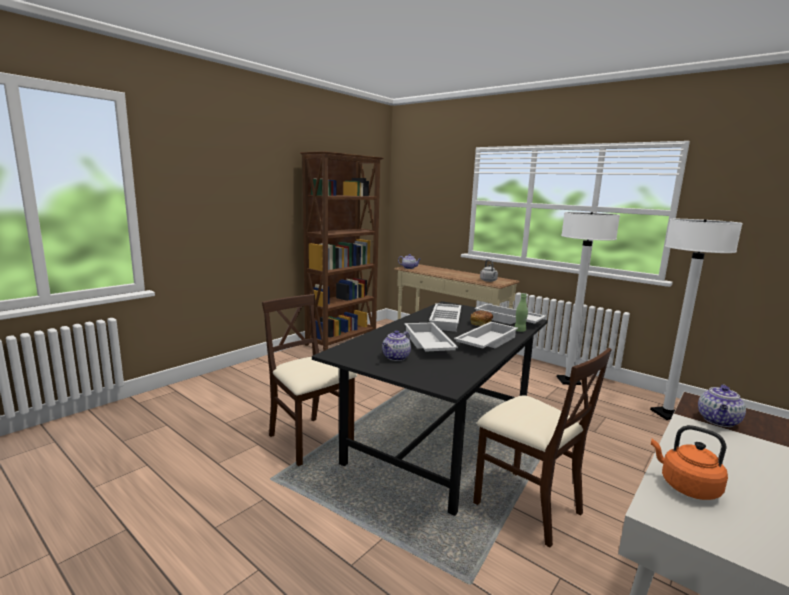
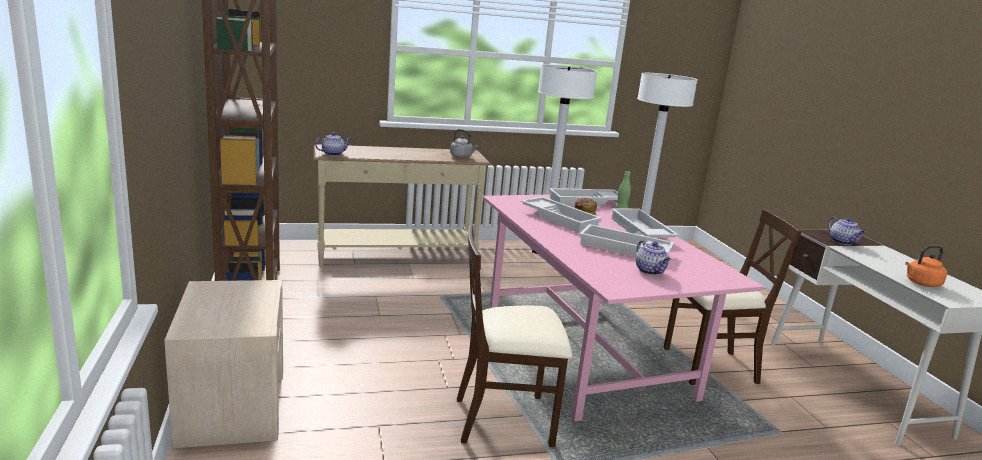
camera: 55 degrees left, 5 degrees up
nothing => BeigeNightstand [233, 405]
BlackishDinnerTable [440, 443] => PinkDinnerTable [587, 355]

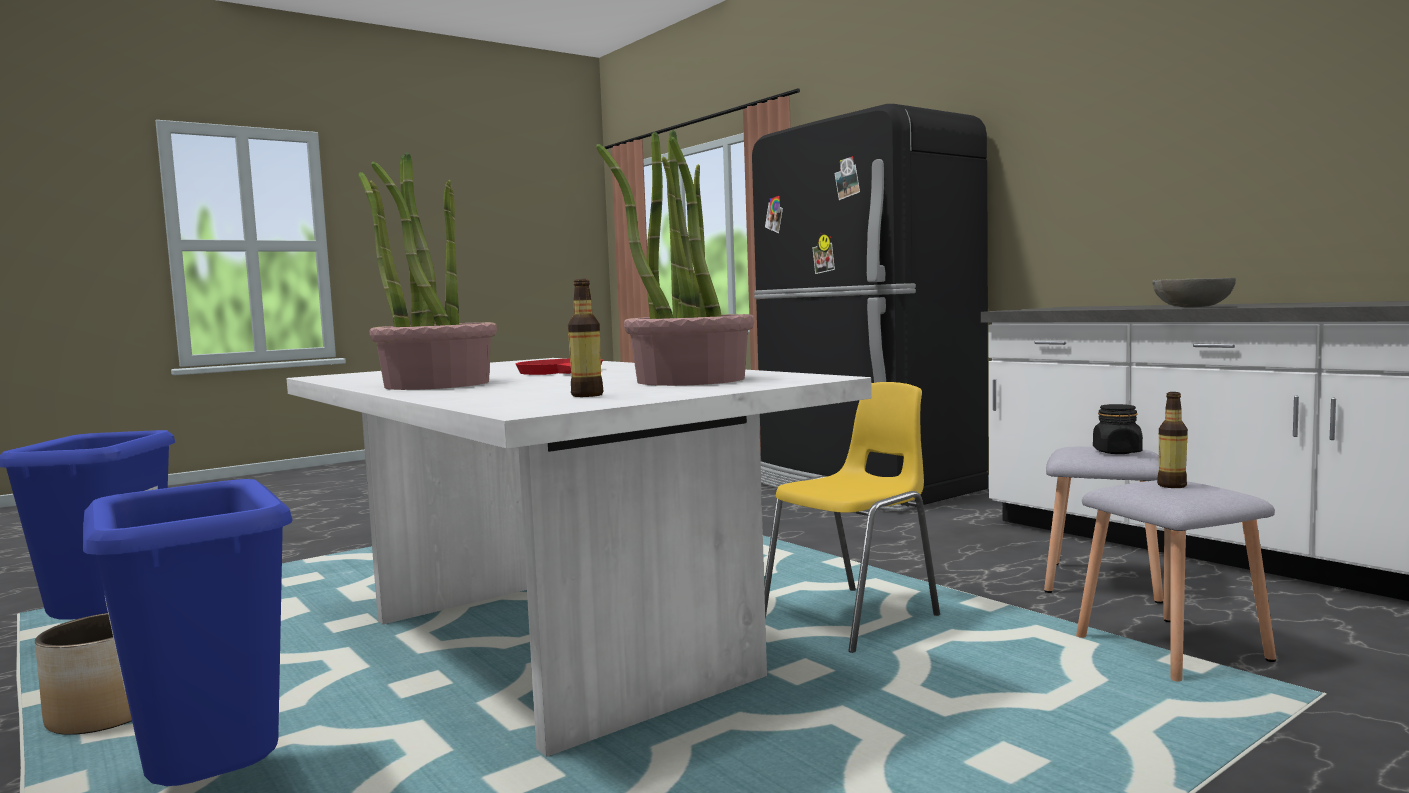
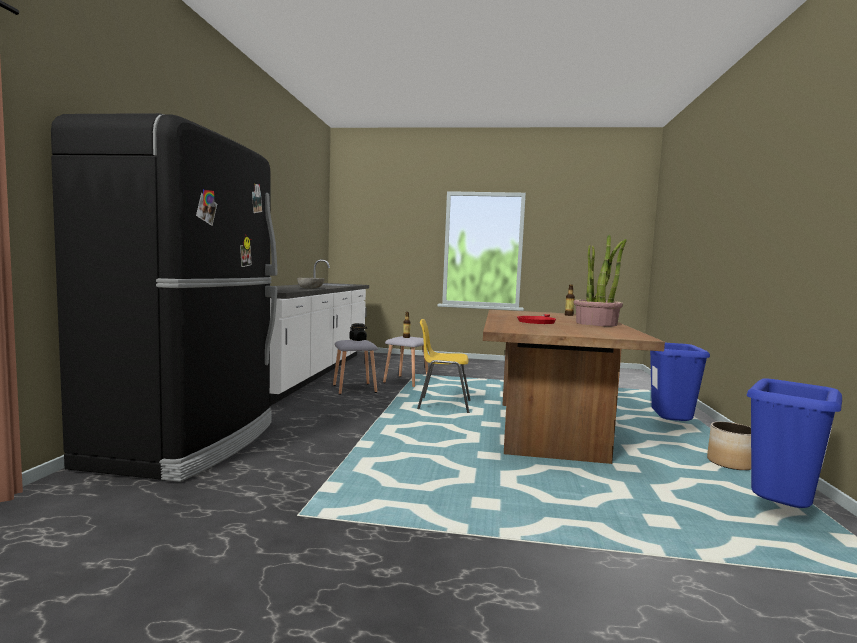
camera: 135 degrees left, 0 degrees up
PottedPlant [689, 380] => nothing
WhiteColouredDinnerTable [550, 648] => BrownishDinnerTable [548, 430]

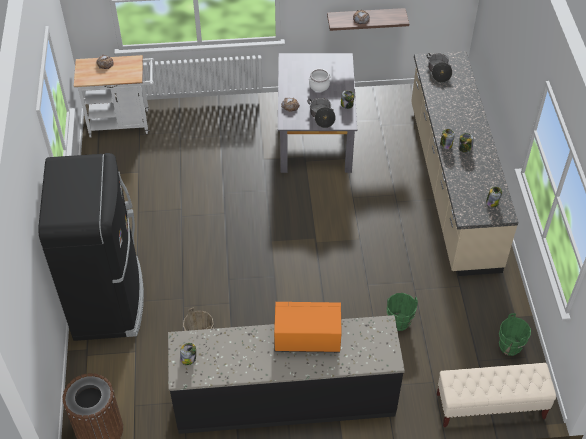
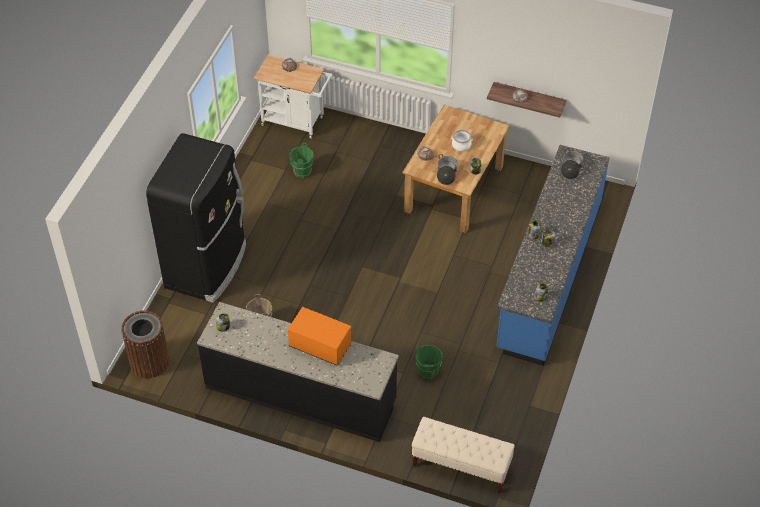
camera: 25 degrees right, 0 degrees up
GreenishPail [509, 347] => GreenishPail [302, 172], move
GreyDinnerTable [314, 134] => BrownishDinnerTable [454, 188]
BeigeCounter [452, 184] => BlueCounter [548, 275]

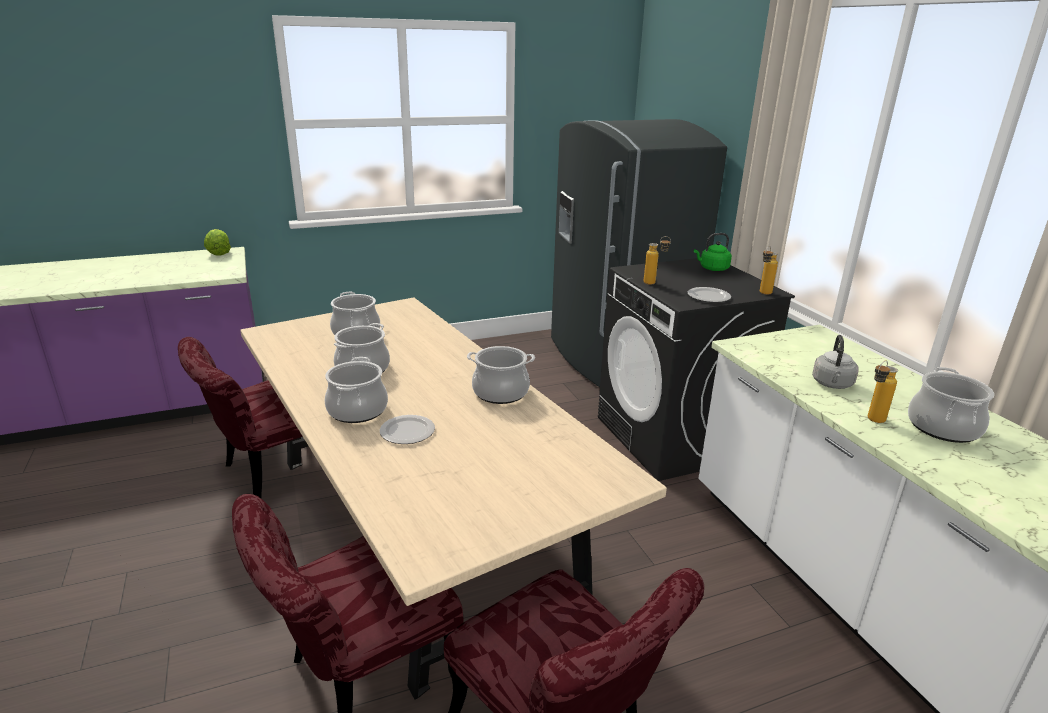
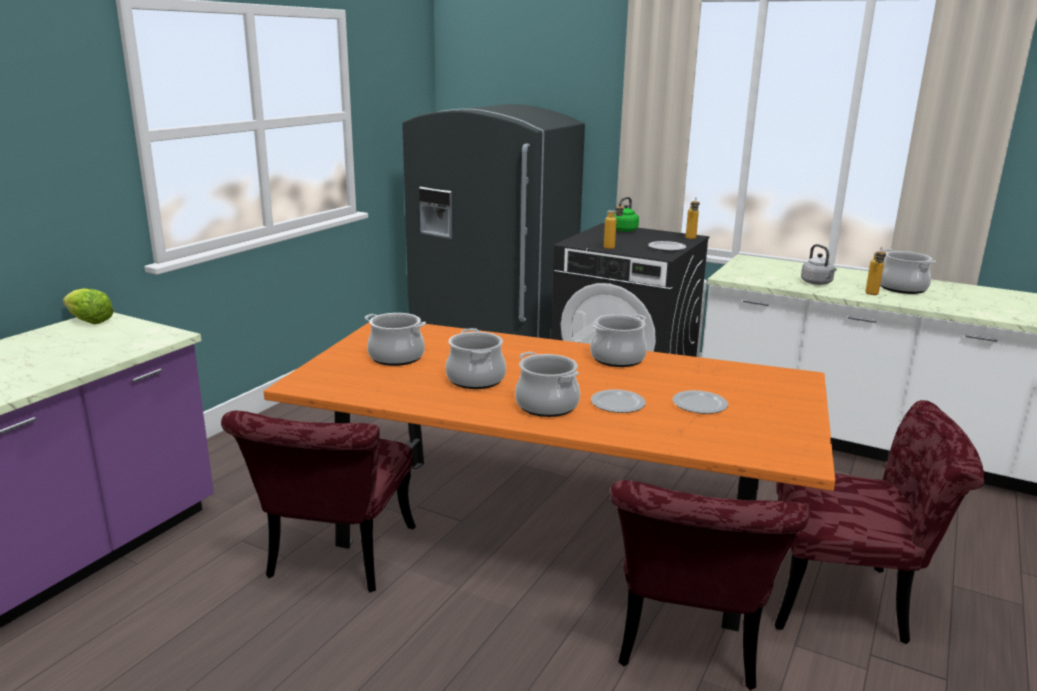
camera: 40 degrees left, 5 degrees down
nothing => Plate [699, 405]
BeigeDinnerTable [418, 528] => OrangeColouredDinnerTable [549, 533]

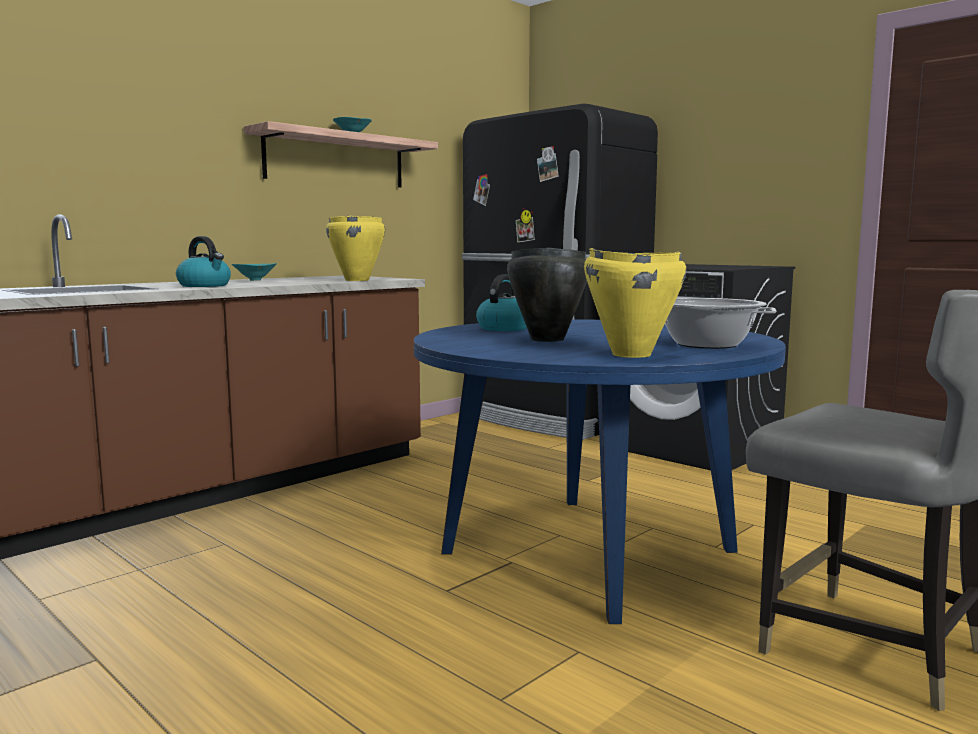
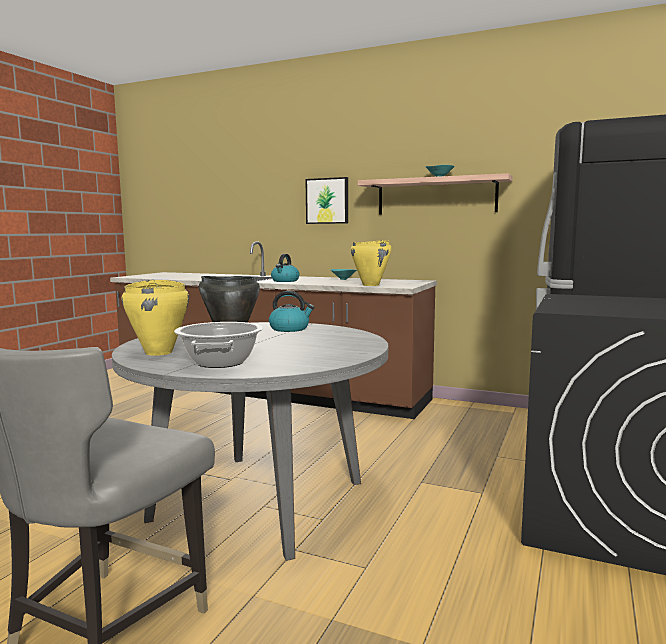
camera: 70 degrees right, 0 degrees up
nothing => WallPicture [327, 201]
BlueDinnerTable [589, 551] => GreyDinnerTable [259, 500]

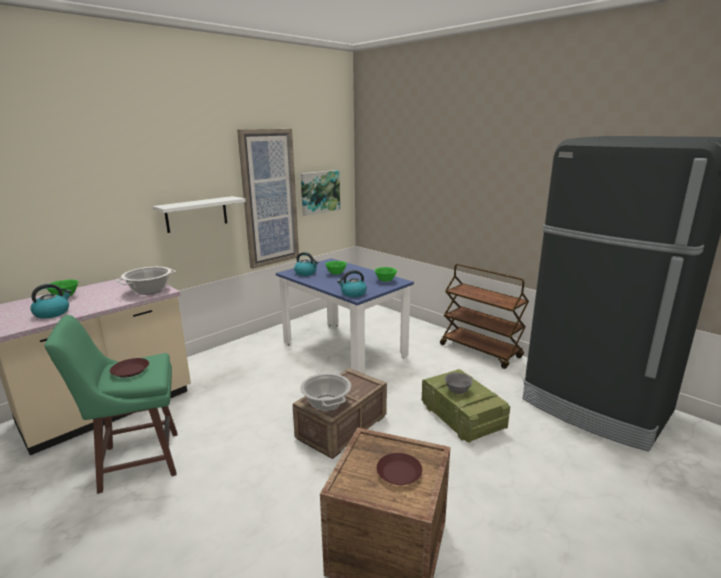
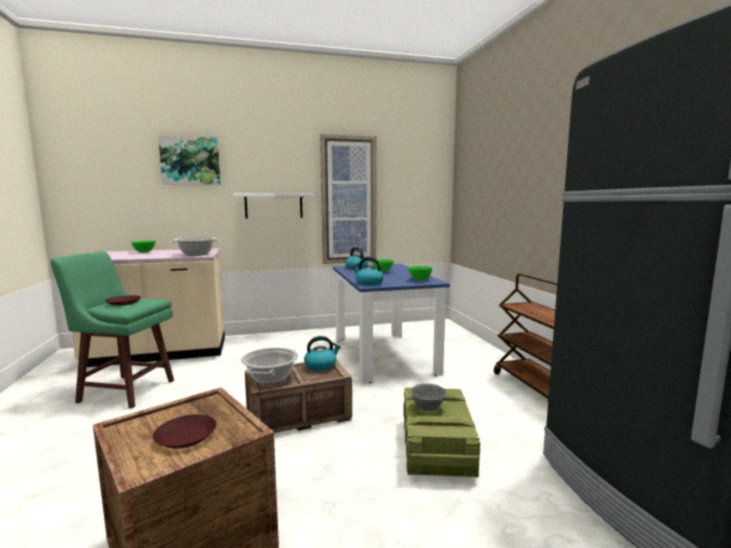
camera: 30 degrees right, 10 degrees down
TeaKettle [52, 313] => TeaKettle [321, 365], move
WallPicture [320, 192] => WallPicture [190, 161], move

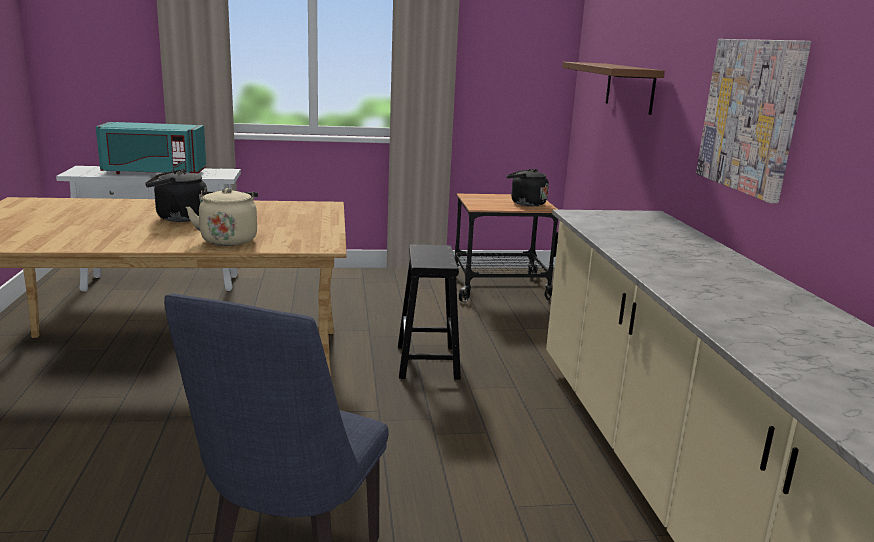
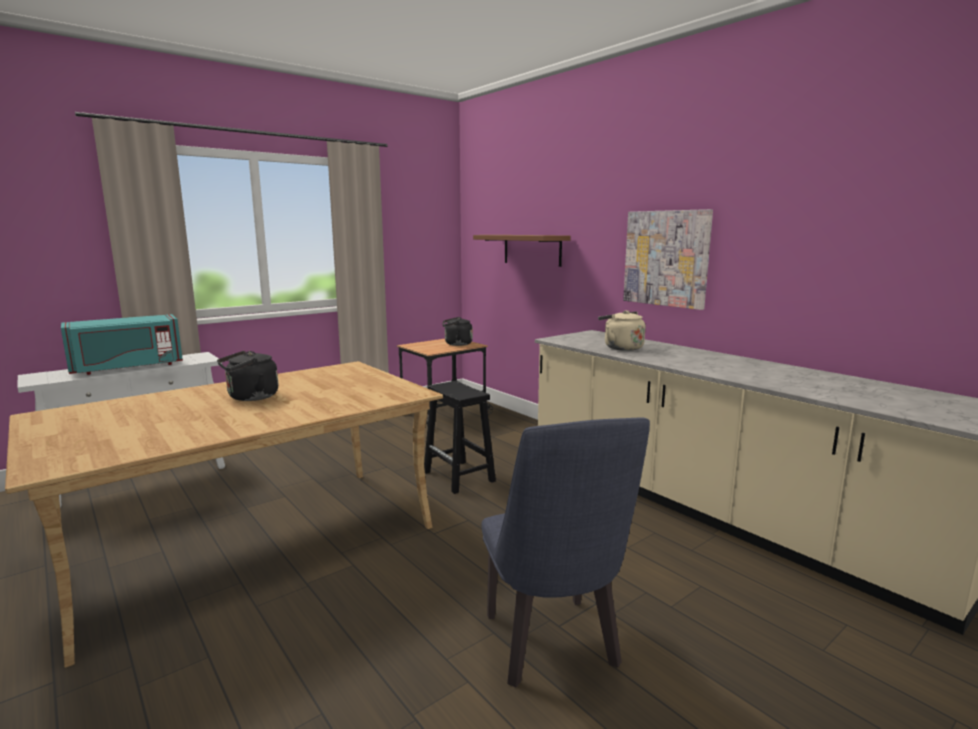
camera: 30 degrees left, 5 degrees down
BeigeTeaKettle [229, 240] => BeigeTeaKettle [621, 347], move

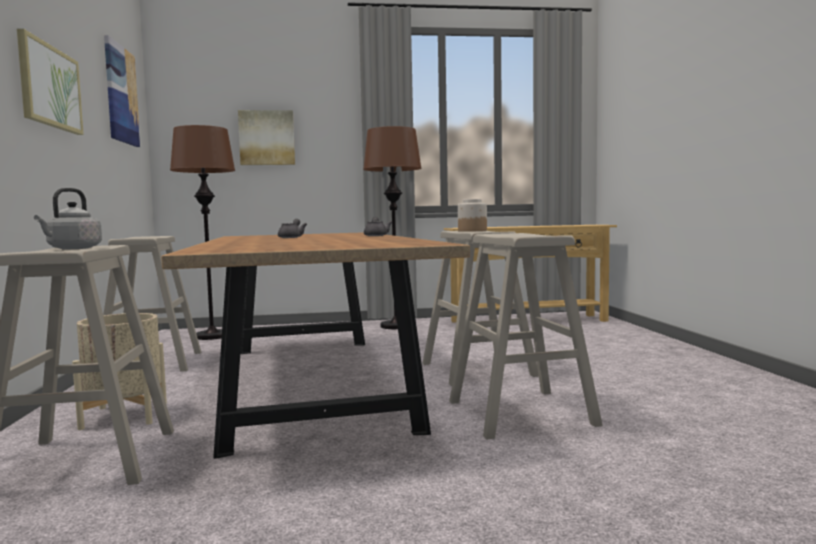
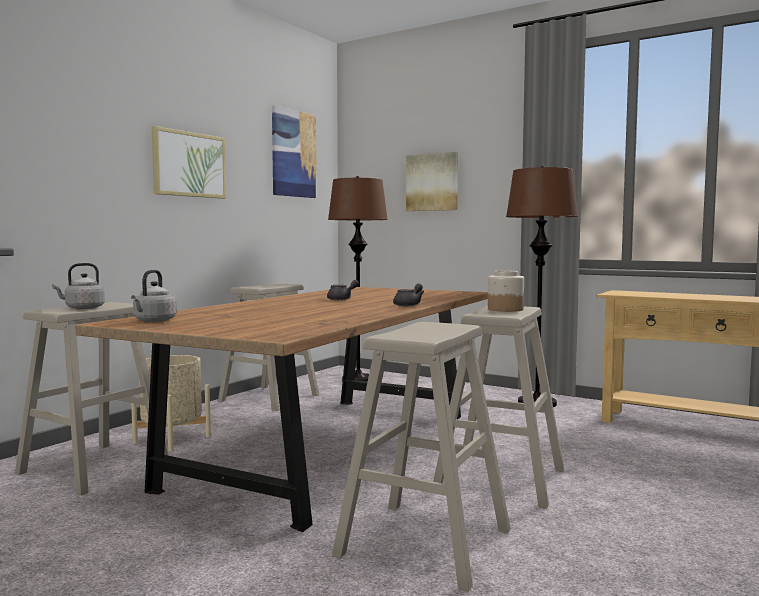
camera: 40 degrees right, 0 degrees up
nothing => GreyTeaKettle [153, 321]

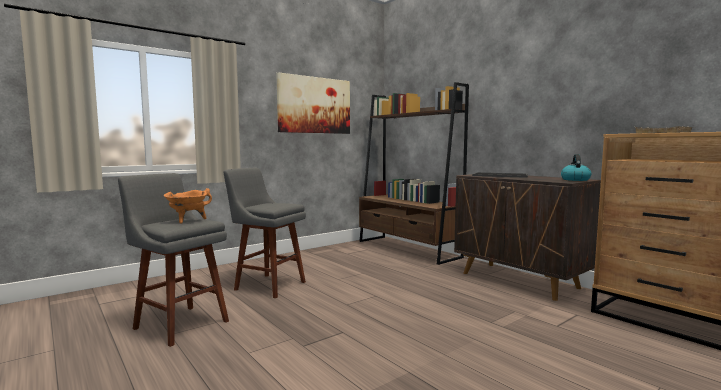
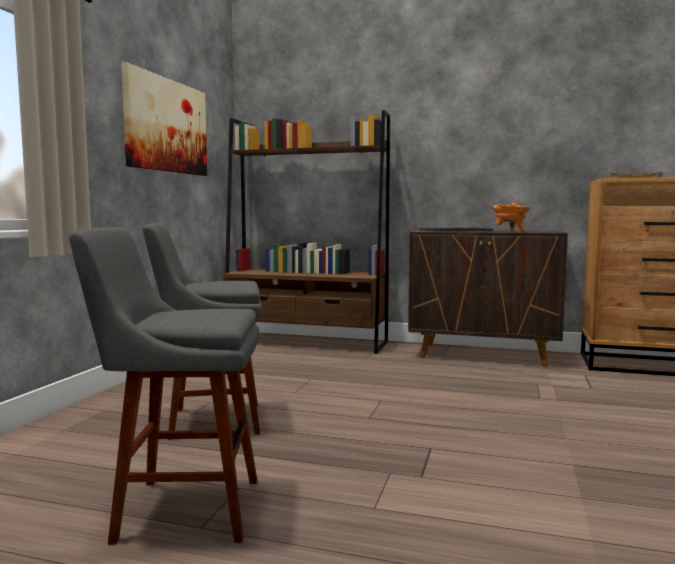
camera: 35 degrees left, 0 degrees up
TeaKettle [575, 179] => nothing
OrangeColouredSaucepot [188, 220] => OrangeColouredSaucepot [511, 231], move

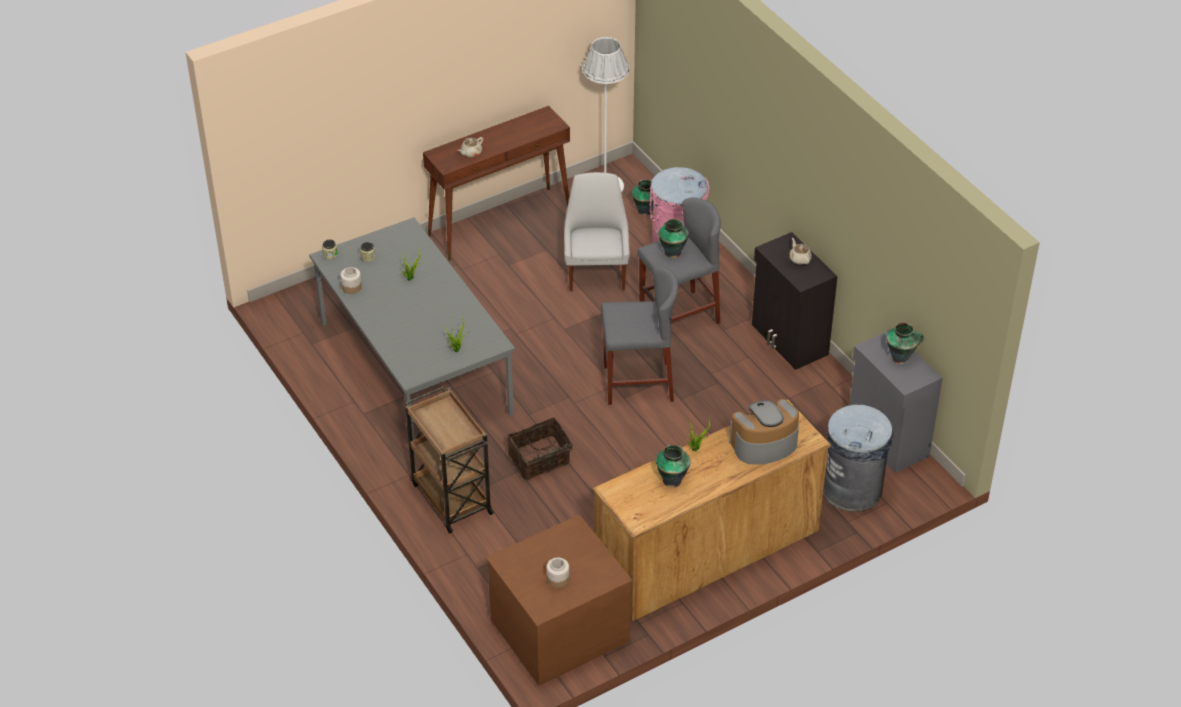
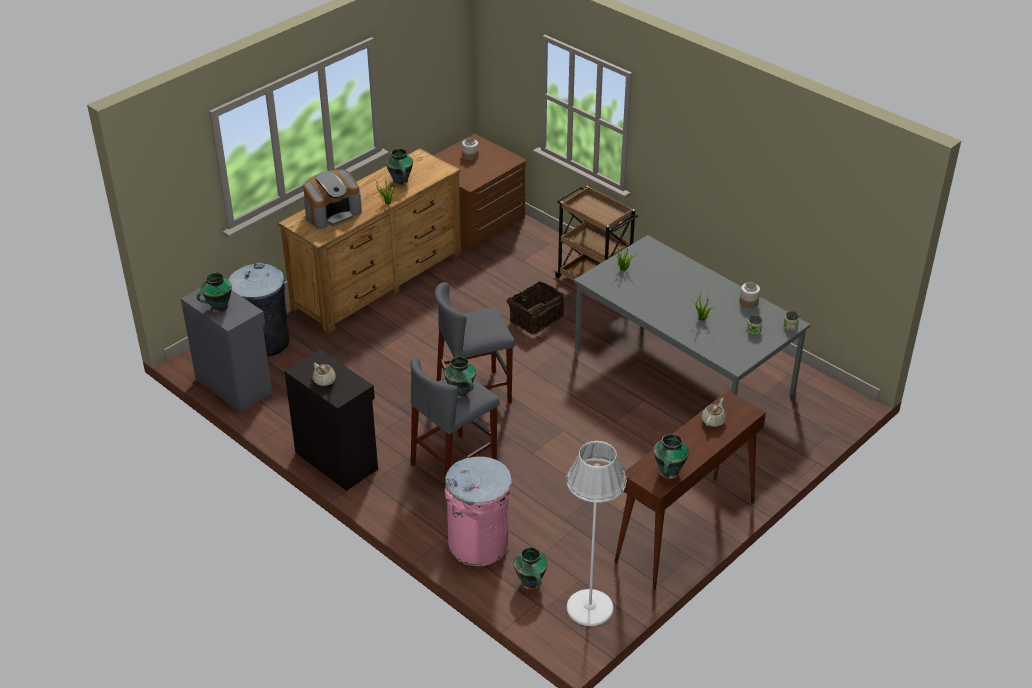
camera: 165 degrees right, 5 degrees down
WhiteColouredChair [596, 272] => nothing
nothing => FlowerVase [668, 472]

